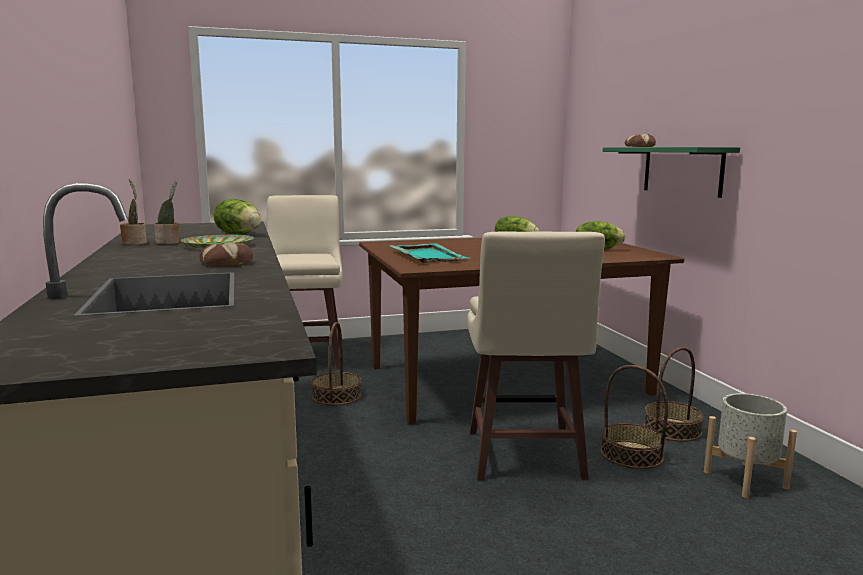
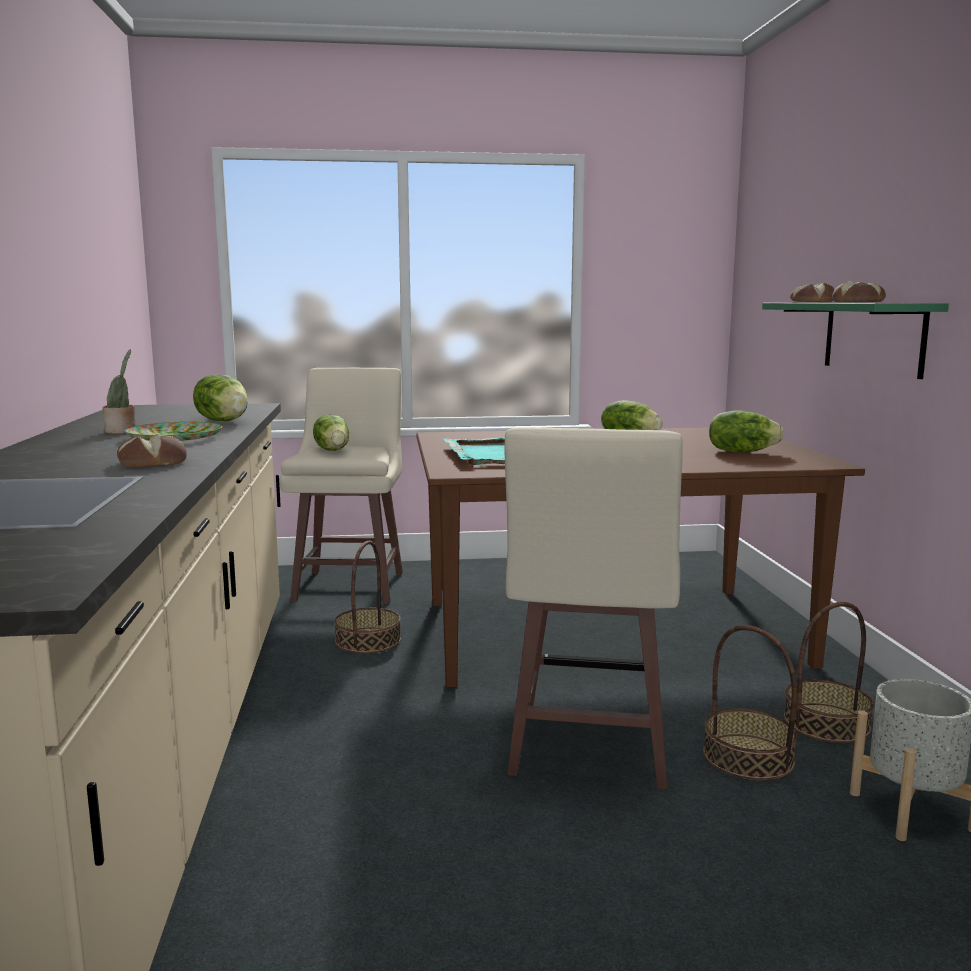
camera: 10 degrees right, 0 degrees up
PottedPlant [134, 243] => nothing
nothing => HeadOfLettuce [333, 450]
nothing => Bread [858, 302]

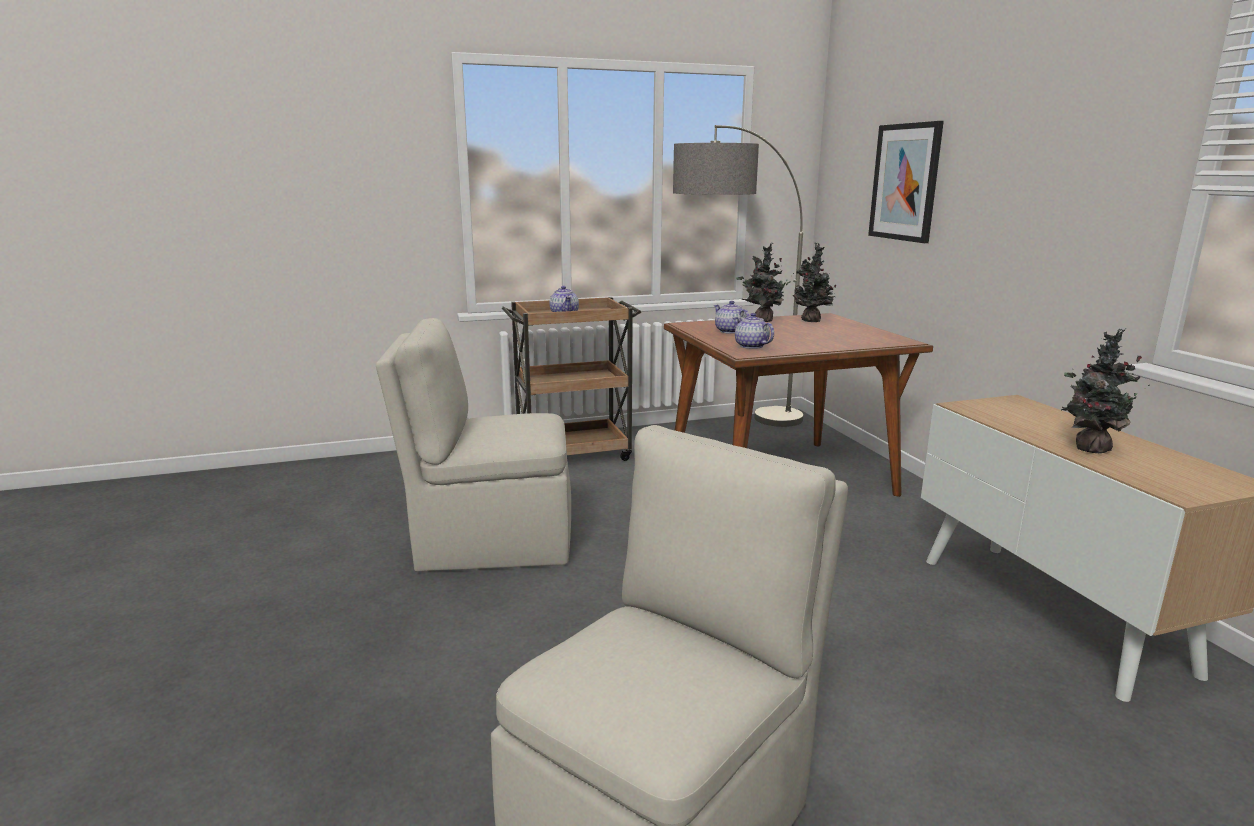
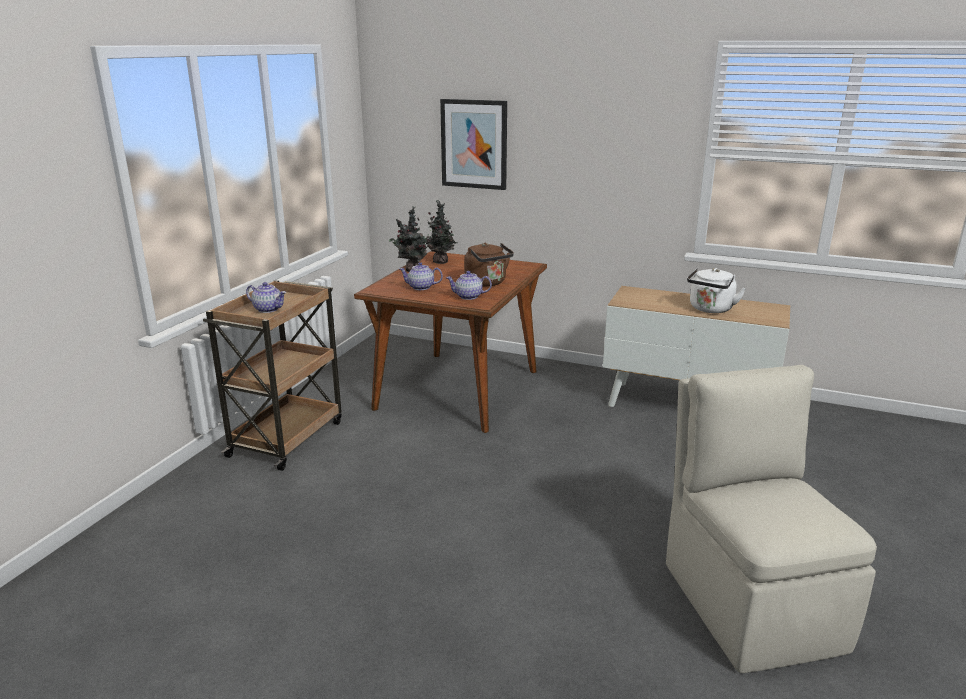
camera: 50 degrees left, 5 degrees up
BeigeChair [490, 542] => nothing
FloorLamp [730, 427] => nothing
nothing => BrownishTeaKettle [487, 283]
PottedPlant [1088, 448] => WhiteColouredTeaKettle [710, 309]

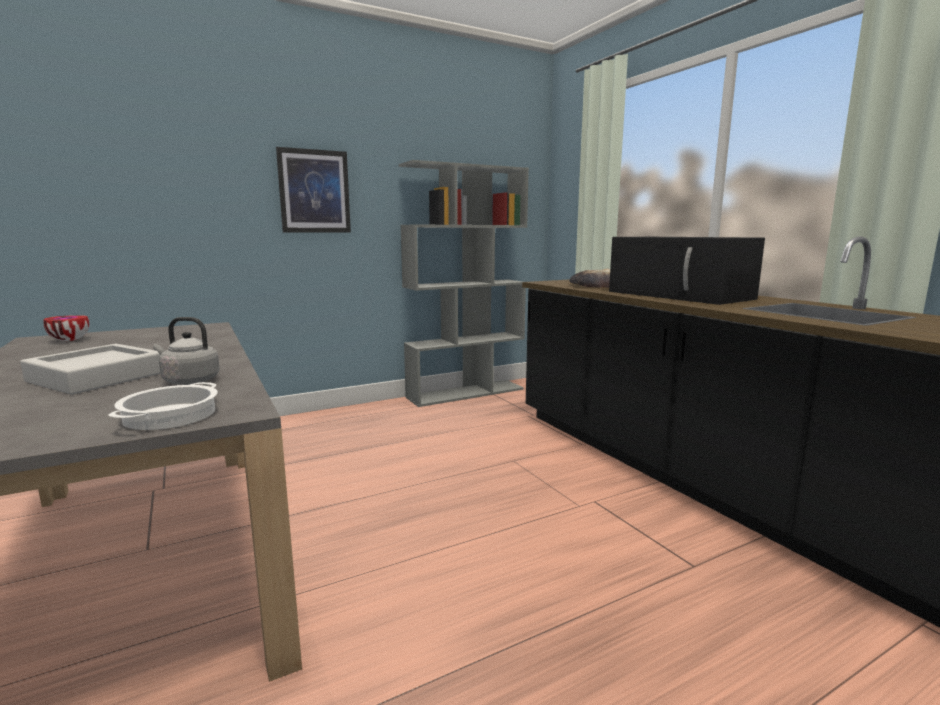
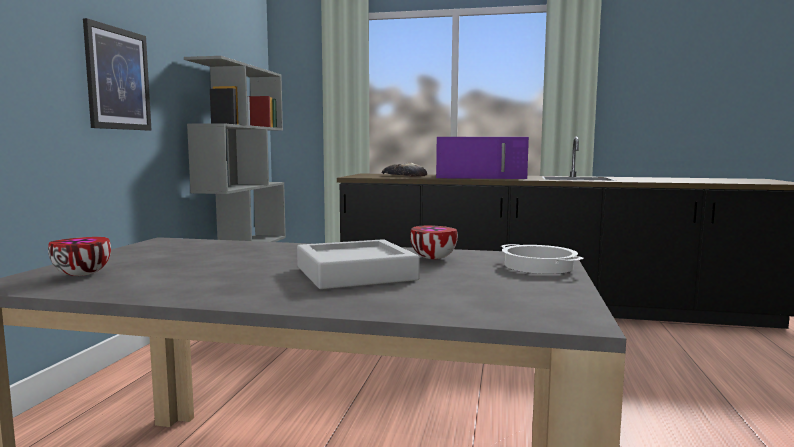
camera: 50 degrees left, 5 degrees down
GreyTeaKettle [189, 381] => DeepDish [433, 259]
BlackishMicrowaveOven [680, 295] => PurpleMicrowaveOven [481, 177]

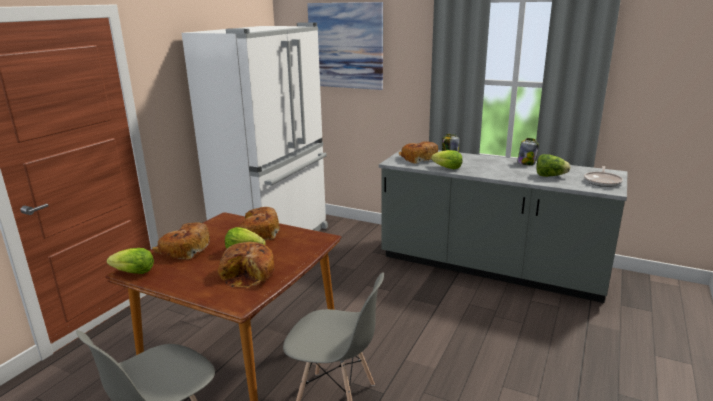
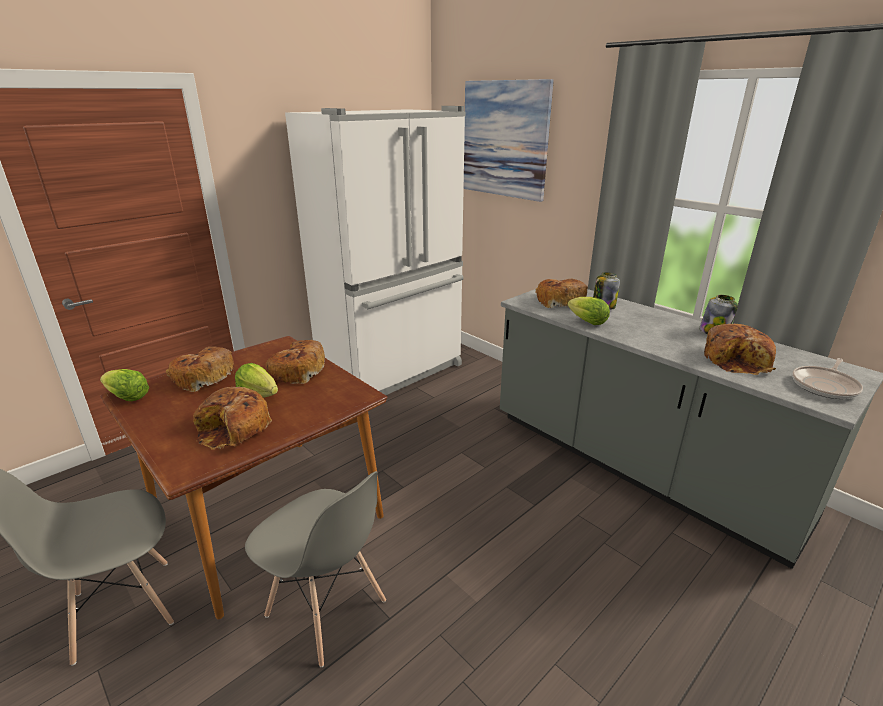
camera: 20 degrees right, 5 degrees up
HeadOfLettuce [550, 176] => Bread [737, 360]

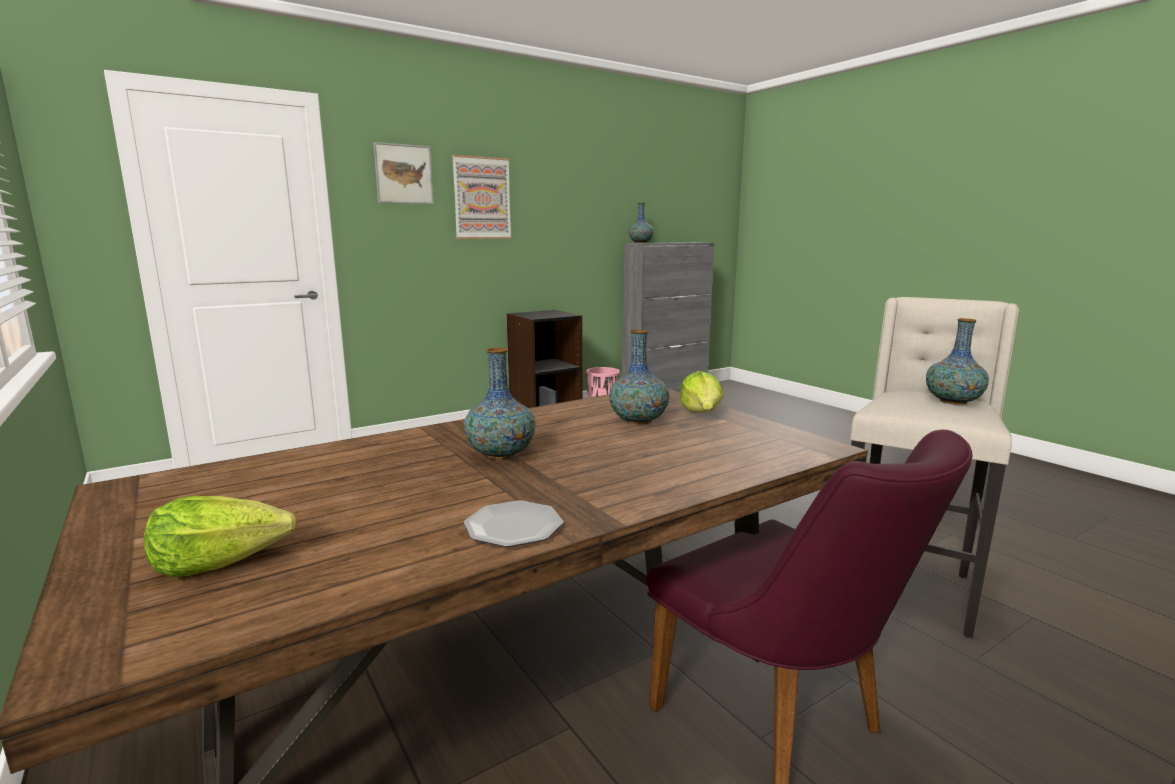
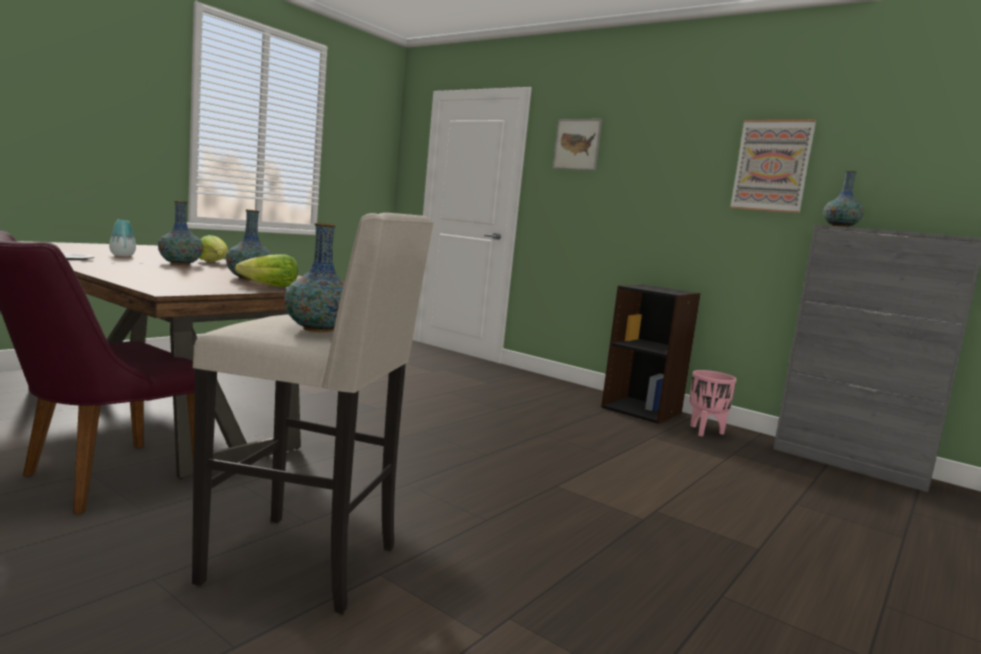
camera: 70 degrees right, 5 degrees down
nothing => FlowerVase [122, 255]
HeadOfLettuce [221, 562] => HeadOfLettuce [214, 262], move
WallPicture [482, 198] => WallPicture [772, 166], move

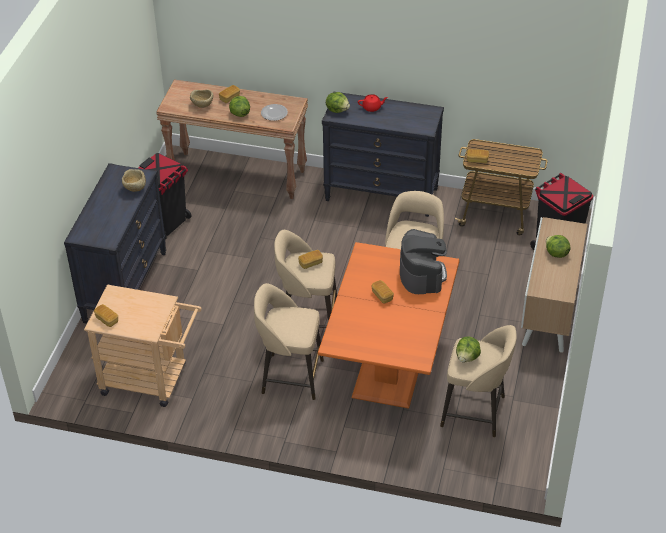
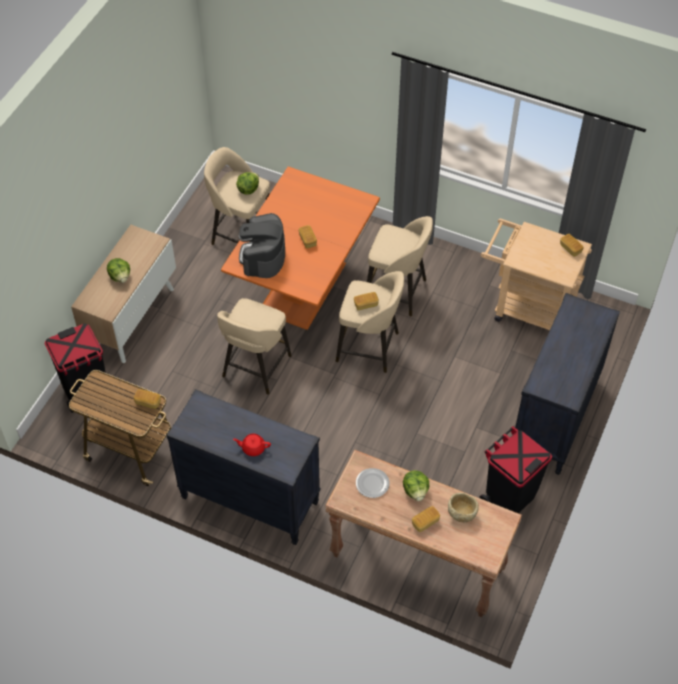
camera: 170 degrees left, 10 degrees up
BeigeDeepDish [135, 188] => nothing
HeadOfLettuce [337, 110] => nothing

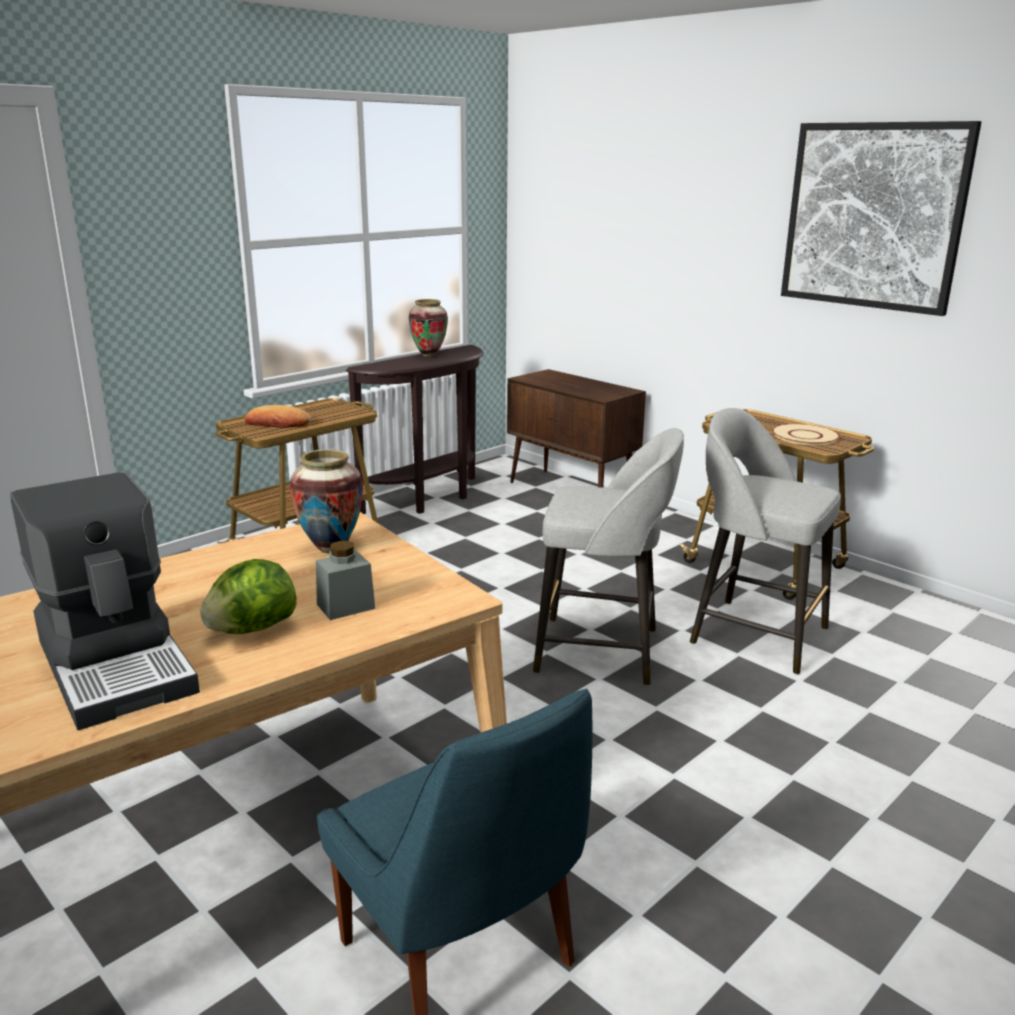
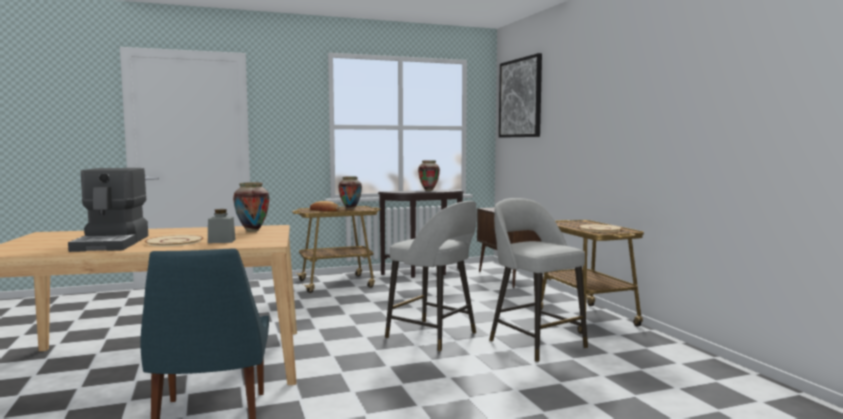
camera: 25 degrees right, 15 degrees down
nothing => FlowerVase [350, 209]
WallPicture [873, 216] => WallPicture [520, 98], move
HeadOfLettuce [252, 629] => BeigePlate [175, 242]

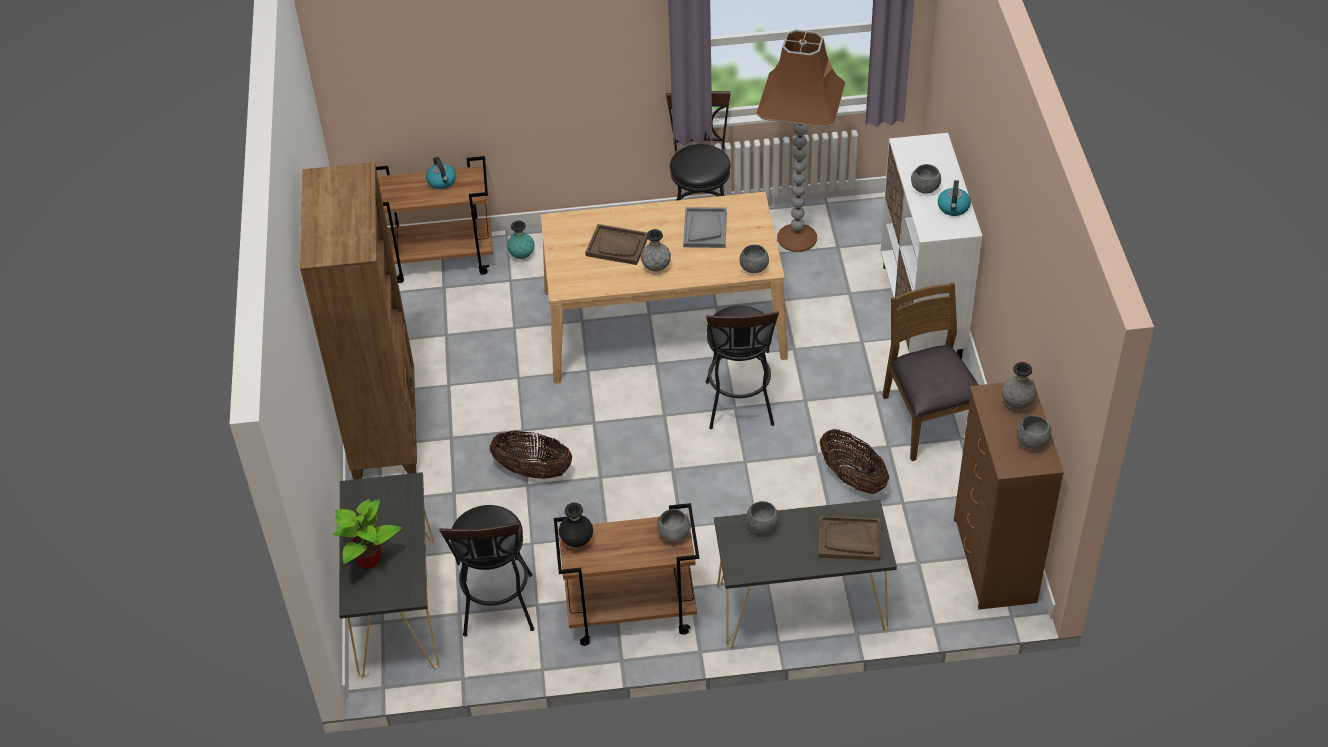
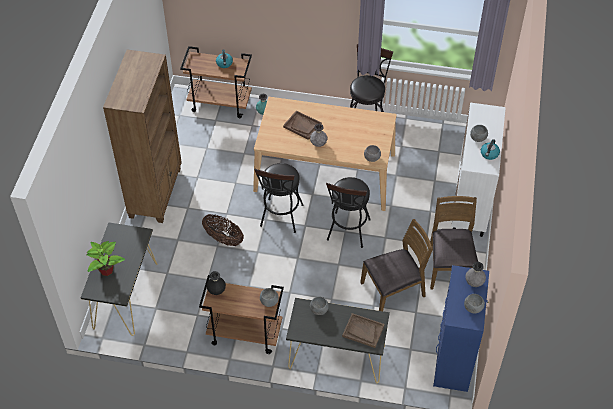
camera: 15 degrees right, 5 degrees up
GreyTray [705, 229] => nothing
BrownishFloorLamp [798, 237] => nothing
BlackishSittingStool [498, 611] => BlackishSittingStool [281, 219], move
StorageBasket [852, 478] => BrownishChair [393, 290]
BrownishDrawerChest [993, 561] => BlueDrawerChest [452, 361]

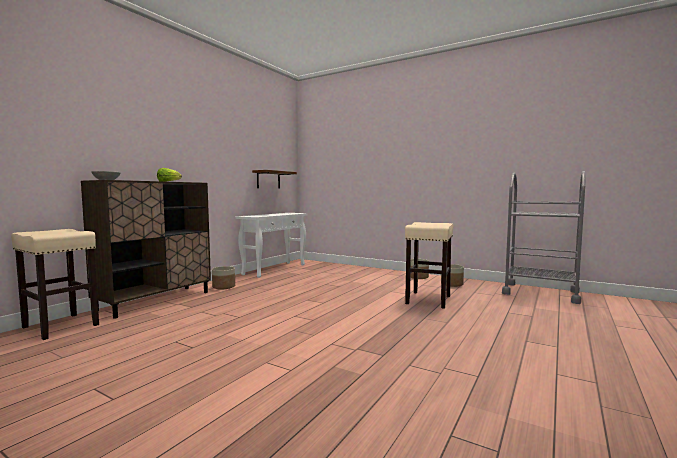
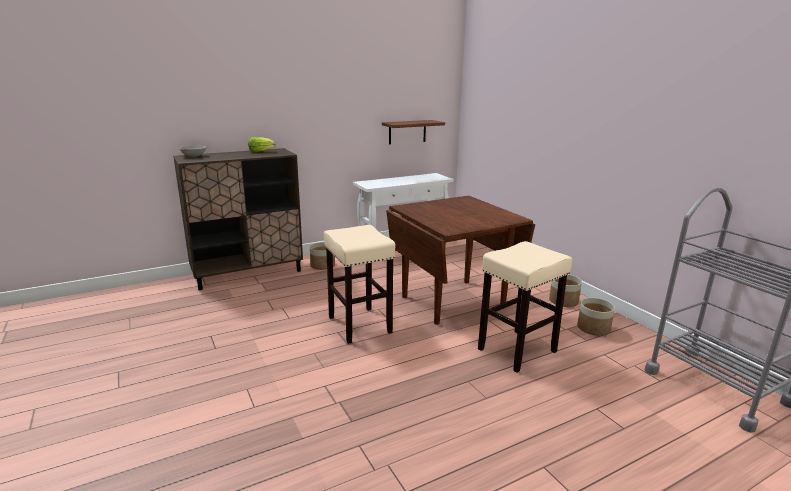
camera: 30 degrees right, 15 degrees up
nothing => BrownishDinnerTable [452, 300]
BeigeSittingStool [60, 326] => BeigeSittingStool [359, 324], move

